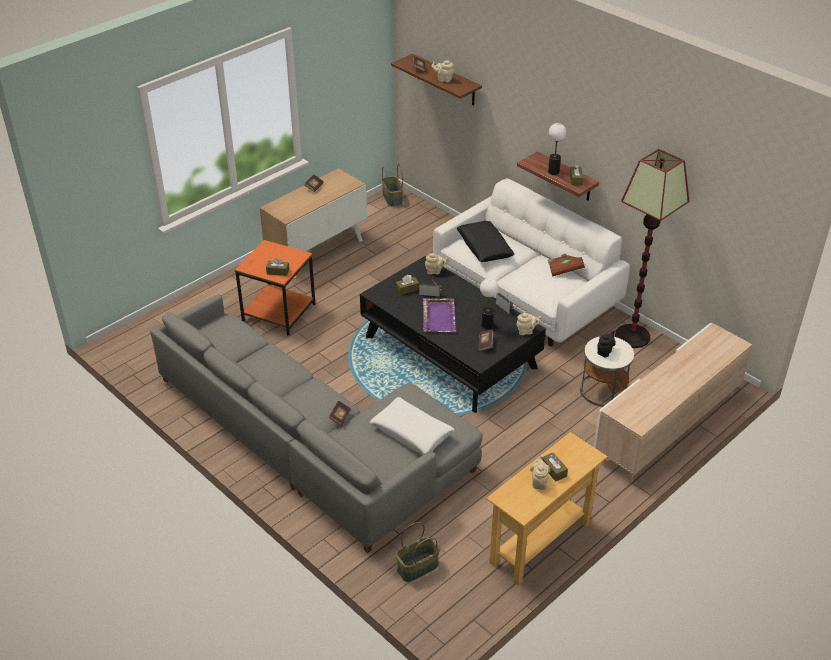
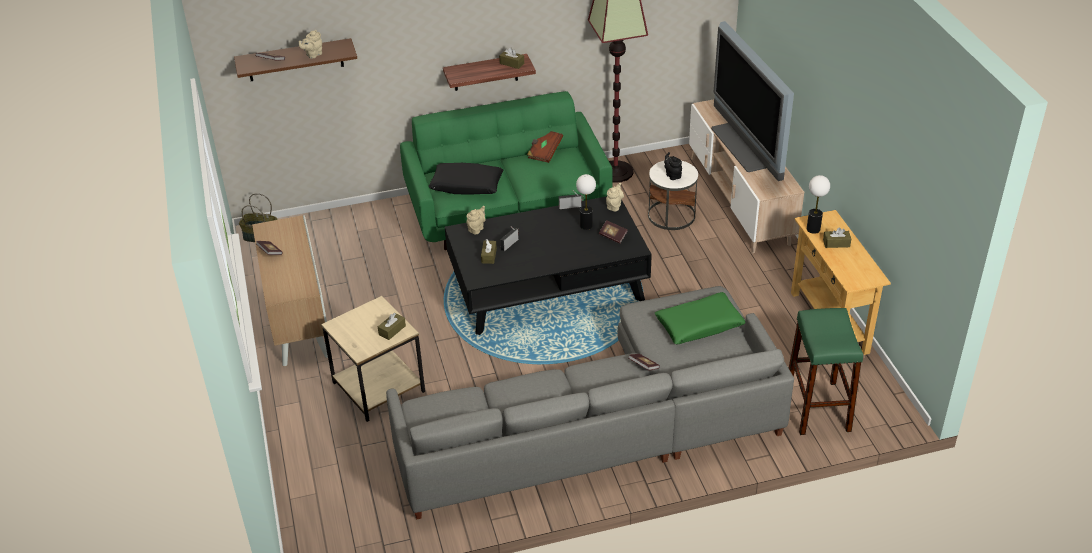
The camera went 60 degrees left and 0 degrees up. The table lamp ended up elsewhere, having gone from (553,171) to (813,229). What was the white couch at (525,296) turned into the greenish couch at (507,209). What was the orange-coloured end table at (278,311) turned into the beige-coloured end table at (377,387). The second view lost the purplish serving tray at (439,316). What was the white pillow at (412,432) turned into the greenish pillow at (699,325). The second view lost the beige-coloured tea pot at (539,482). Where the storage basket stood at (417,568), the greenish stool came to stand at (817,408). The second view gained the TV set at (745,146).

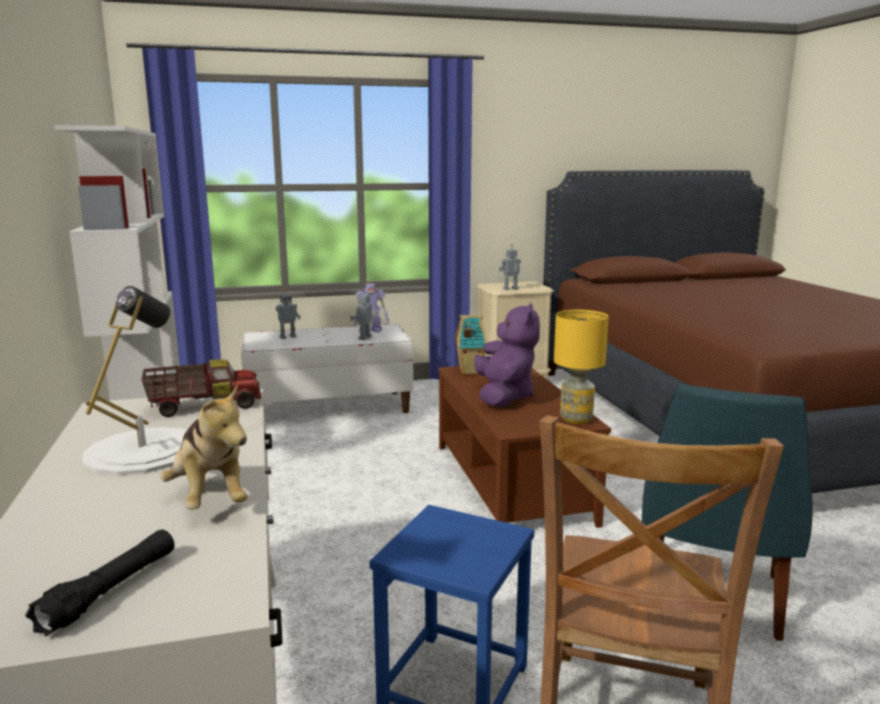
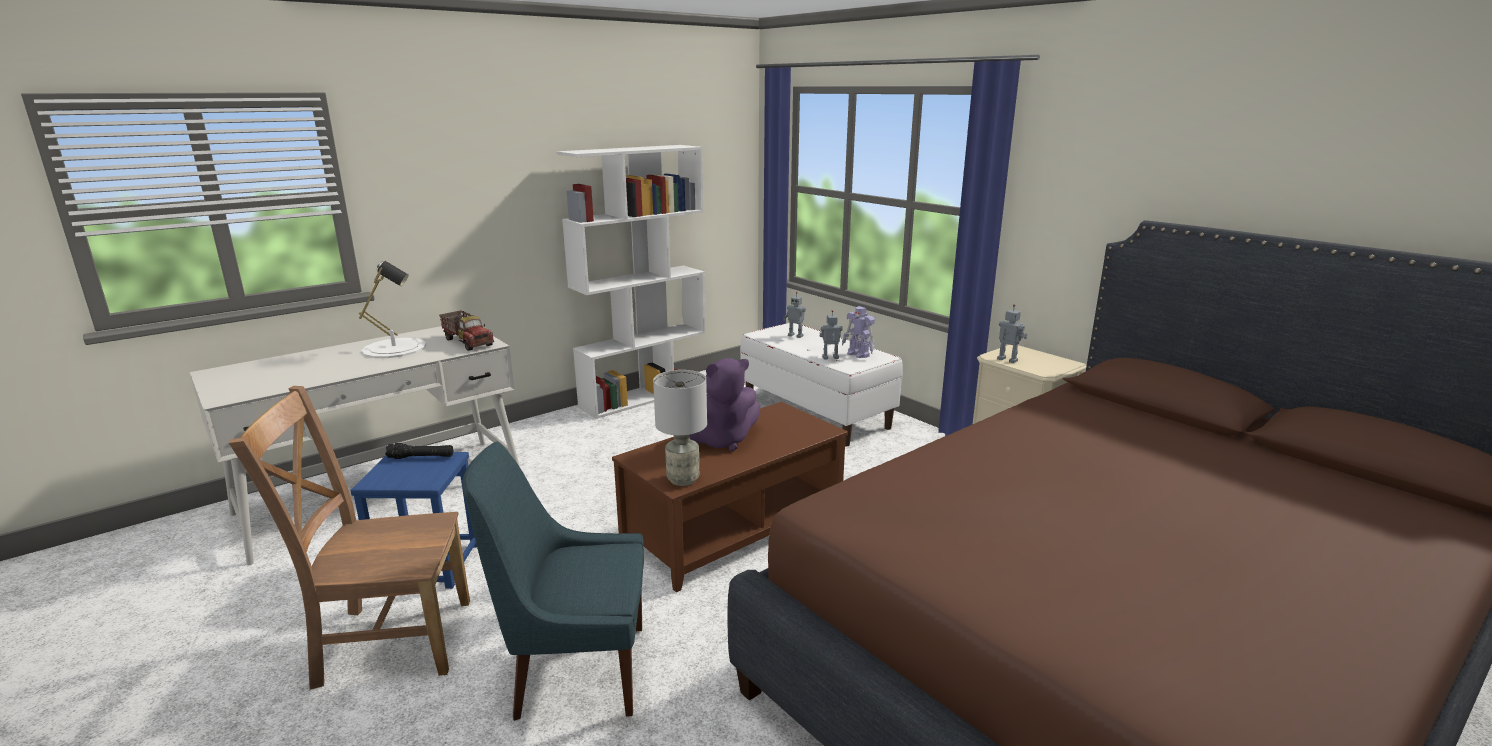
The camera went 65 degrees right and 5 degrees up. What was the yellow table lamp at (576,419) turned into the gray table lamp at (683,479). The second view lost the model house at (469,371). The second view lost the plush toy at (209,498). The black torch ended up elsewhere, having gone from (110,591) to (421,457).

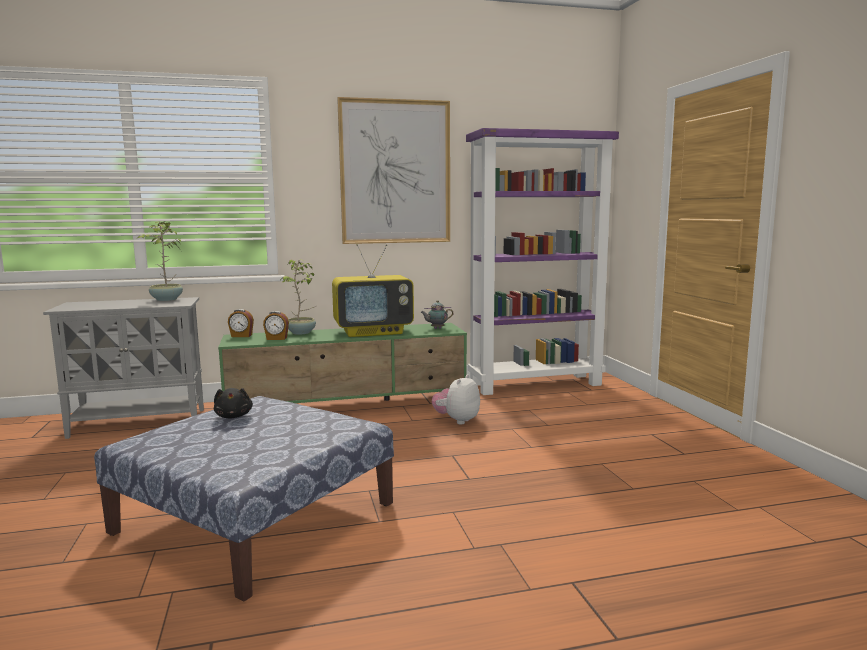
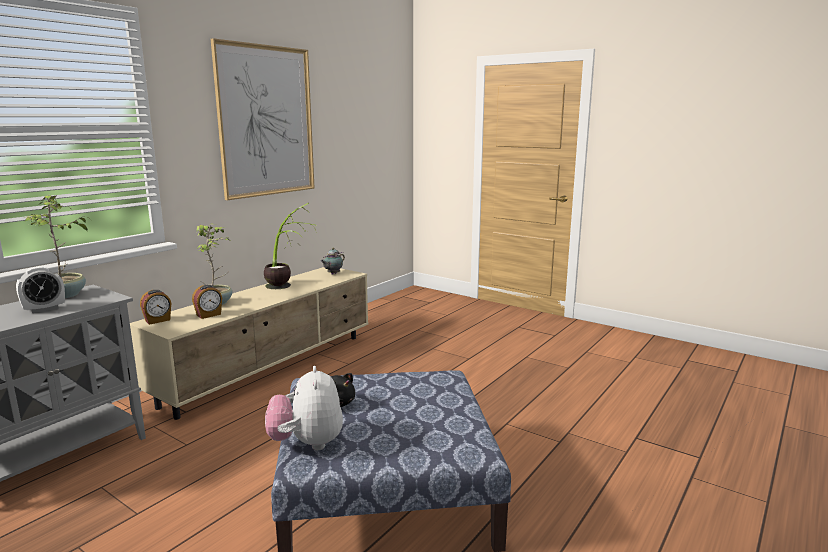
The camera went 40 degrees left and 5 degrees up. The second view lost the purplish bookcase at (536,384). Where the TV set stood at (373,332), the potted plant came to stand at (288,288). What was the greenish tv unit at (349,407) turned into the beige-coloured tv unit at (271,368). The plush toy ended up elsewhere, having gone from (457,420) to (307,443). The second view gained the bedside clock at (44,309).

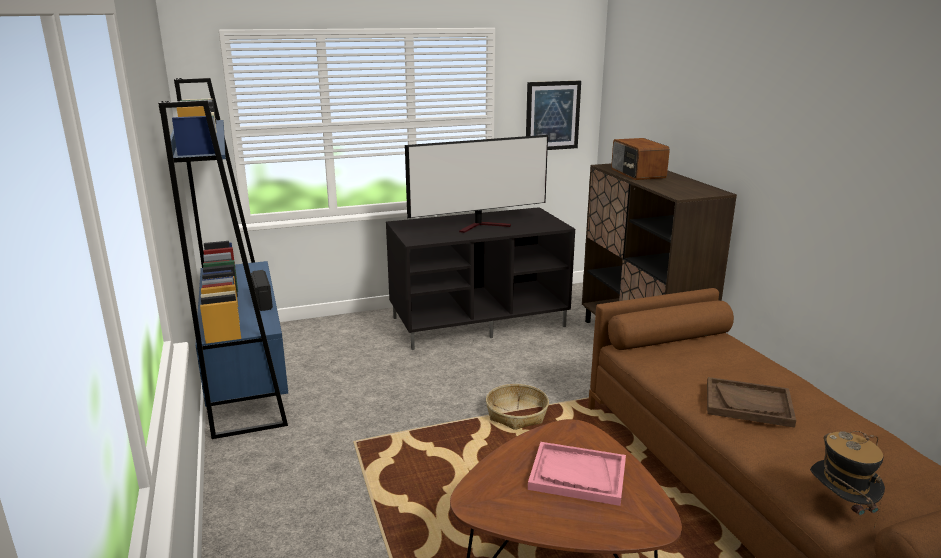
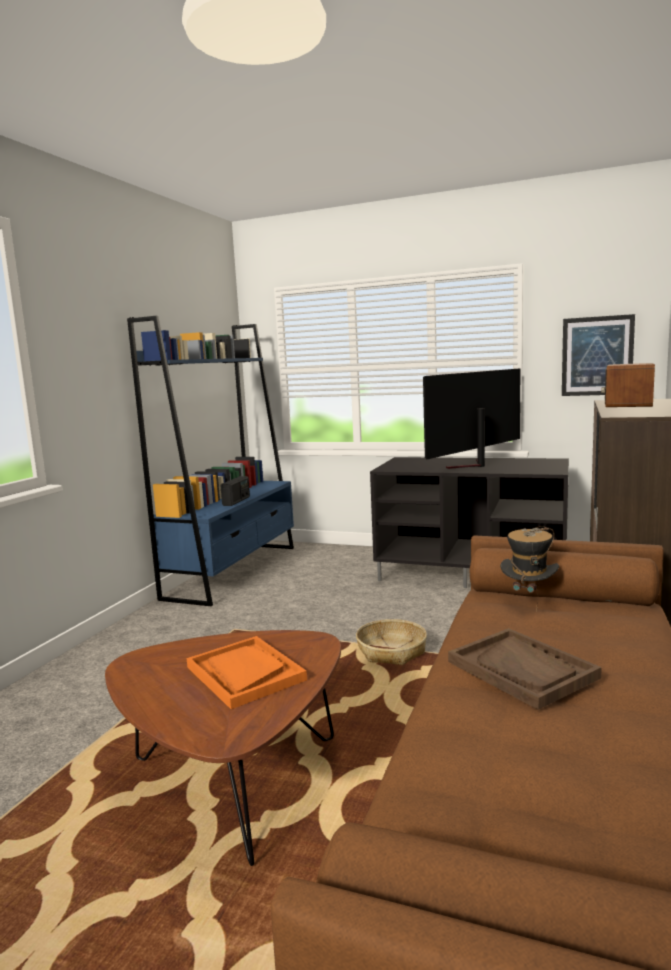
The camera went 40 degrees right and 10 degrees down. The TV set at (483,226) ended up facing another way, 120 degrees clockwise from before. The hat ended up elsewhere, having gone from (839,509) to (529,599). What was the pink serving tray at (577,475) turned into the orange-coloured serving tray at (245,673).

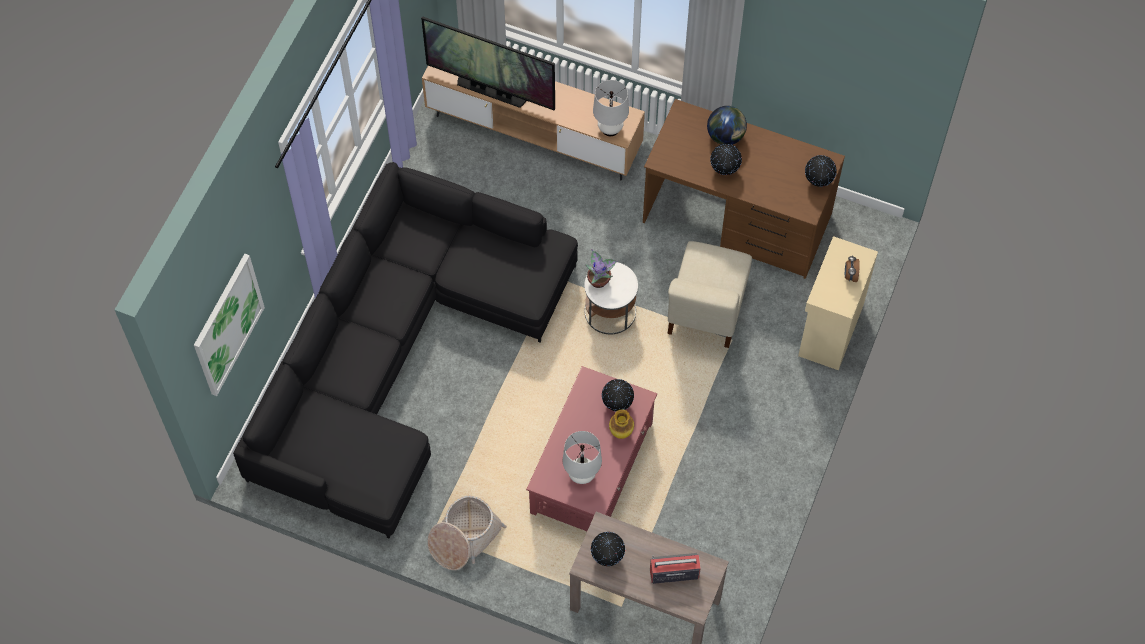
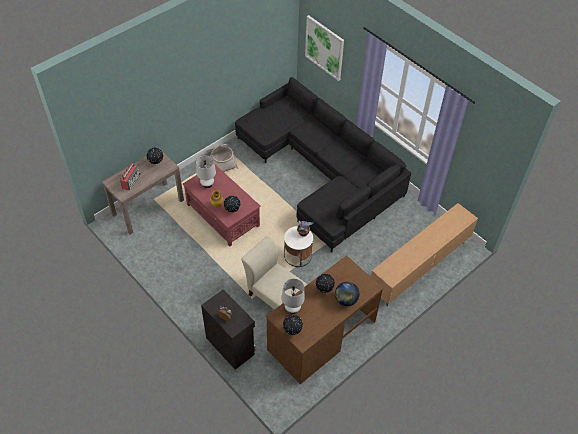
The camera went 115 degrees right and 10 degrees down. The second view lost the TV set at (491,90). The white table lamp ended up elsewhere, having gone from (610,128) to (292,308). What was the beige-coloured storage cabinet at (829,330) turned into the black storage cabinet at (230,345).

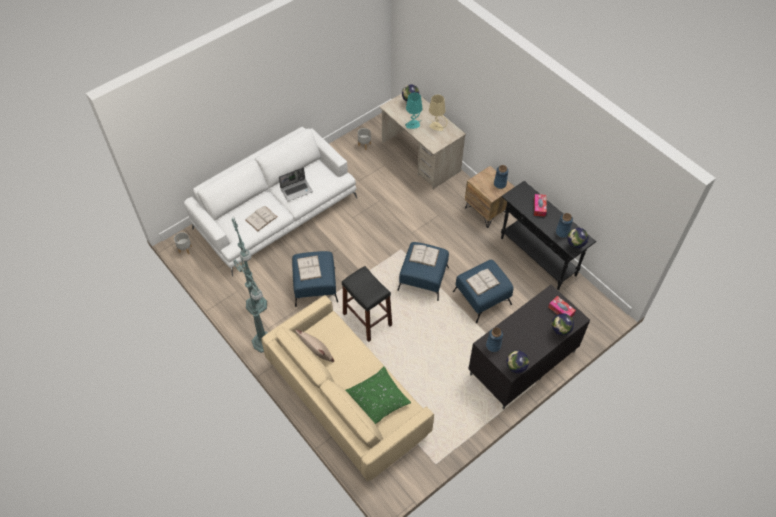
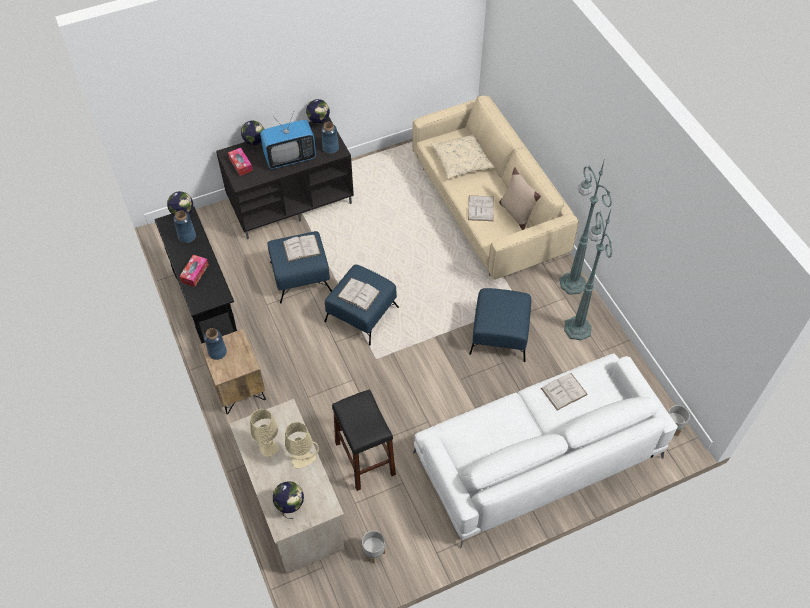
The camera went 165 degrees left and 0 degrees up. What was the turquoise table lamp at (413,125) turned into the beige-coloured table lamp at (303,459). The second view lost the laptop at (296,190). The white book ended up elsewhere, having gone from (309,268) to (480,208). The black stool ended up elsewhere, having gone from (367,319) to (365,458). What was the greenish pillow at (378,399) turned into the beige-coloured pillow at (461,161). The second view gained the TV set at (290,157).

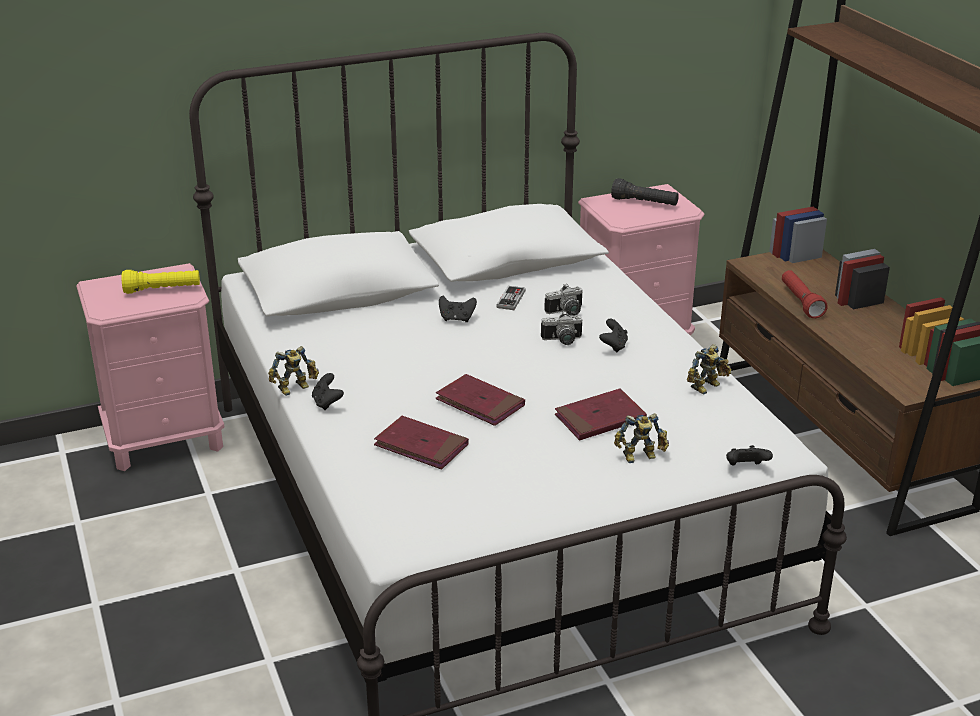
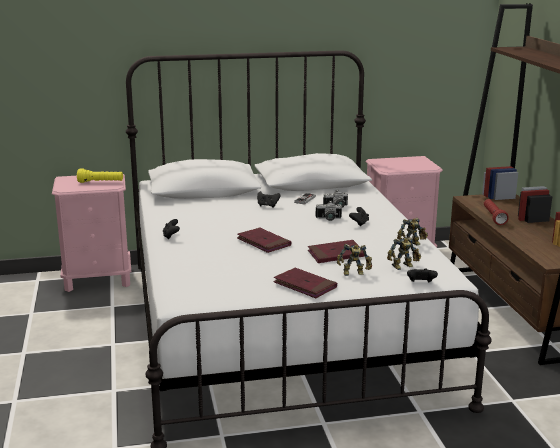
The camera went 10 degrees right and 10 degrees down. The second view lost the black torch at (644,203). The toy robot ended up elsewhere, having gone from (295,388) to (403,267). The red-coloured book ended up elsewhere, having gone from (421,446) to (305,285).

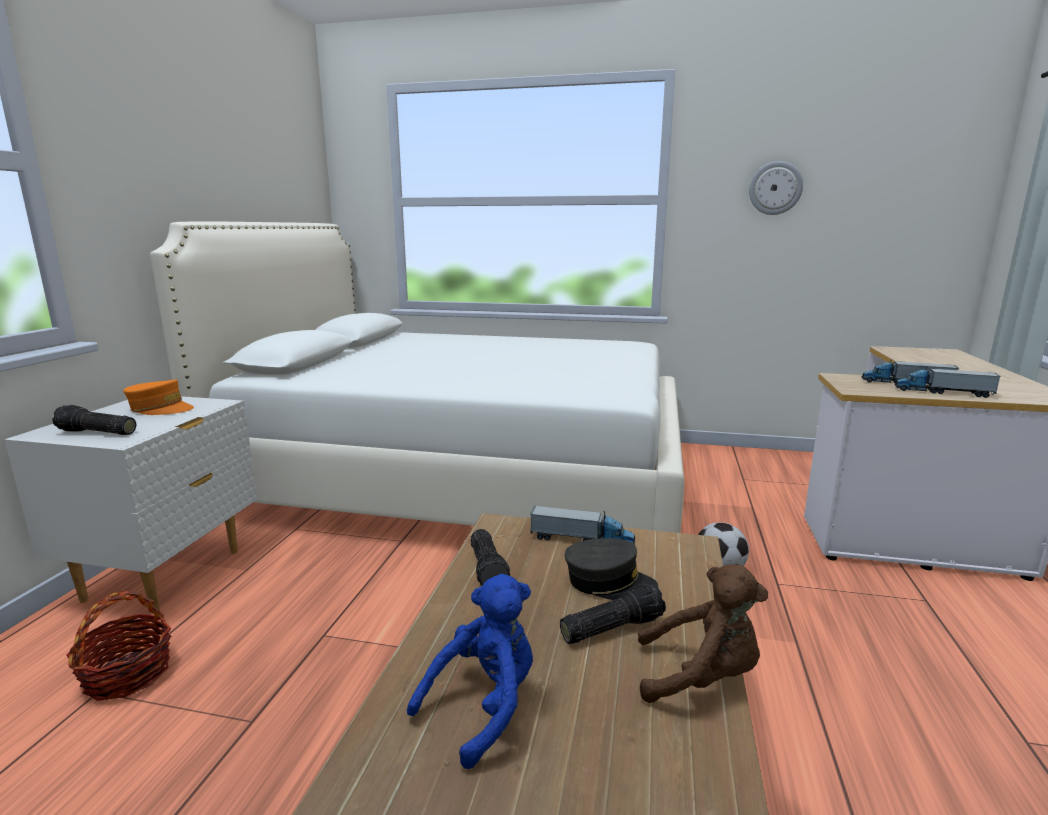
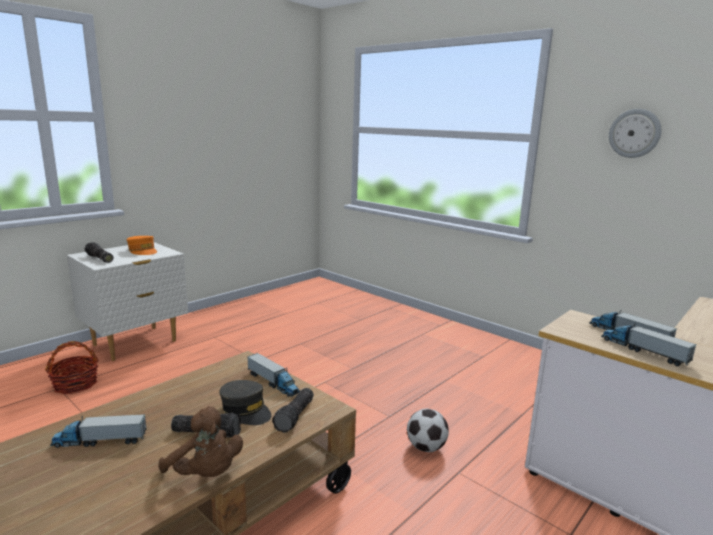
The camera went 30 degrees right and 0 degrees up. The second view lost the white bed at (467,477). The torch ended up elsewhere, having gone from (489,569) to (296,416). Where the blue plush toy stood at (484,705), the toy truck came to stand at (100,441).

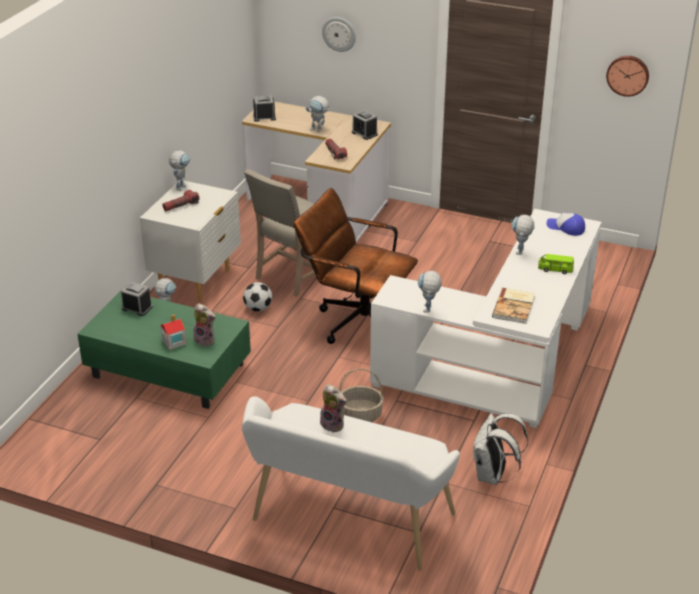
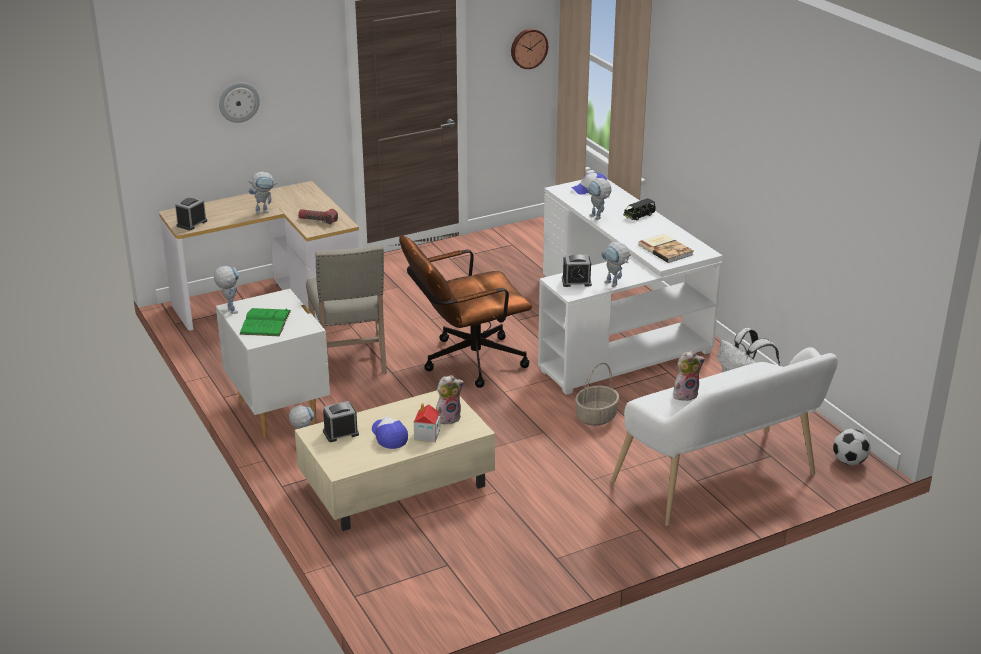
The camera went 50 degrees left and 5 degrees down. The bedside clock ended up elsewhere, having gone from (364,133) to (576,281). Where the torch stood at (181,206), the greenish book came to stand at (265,322). What was the greenish toy car at (555,269) turned into the black toy car at (639,216). The football ended up elsewhere, having gone from (258,308) to (849,461). What was the greenish lounge table at (167,370) turned into the beige-coloured lounge table at (395,484). The second view gained the baseball cap at (389,436).

